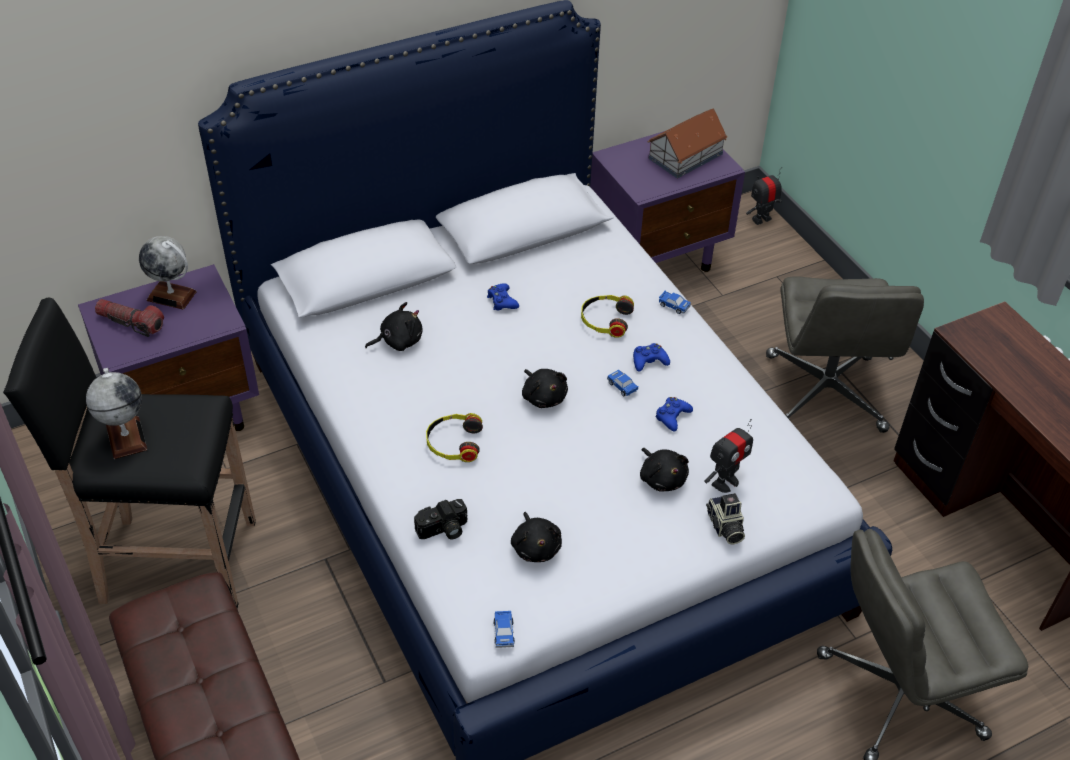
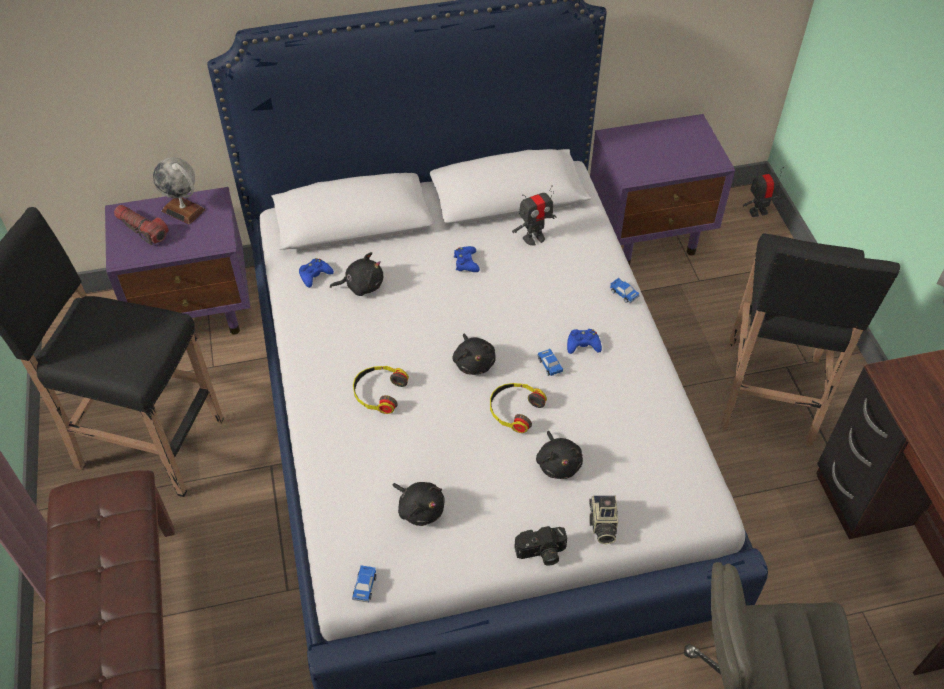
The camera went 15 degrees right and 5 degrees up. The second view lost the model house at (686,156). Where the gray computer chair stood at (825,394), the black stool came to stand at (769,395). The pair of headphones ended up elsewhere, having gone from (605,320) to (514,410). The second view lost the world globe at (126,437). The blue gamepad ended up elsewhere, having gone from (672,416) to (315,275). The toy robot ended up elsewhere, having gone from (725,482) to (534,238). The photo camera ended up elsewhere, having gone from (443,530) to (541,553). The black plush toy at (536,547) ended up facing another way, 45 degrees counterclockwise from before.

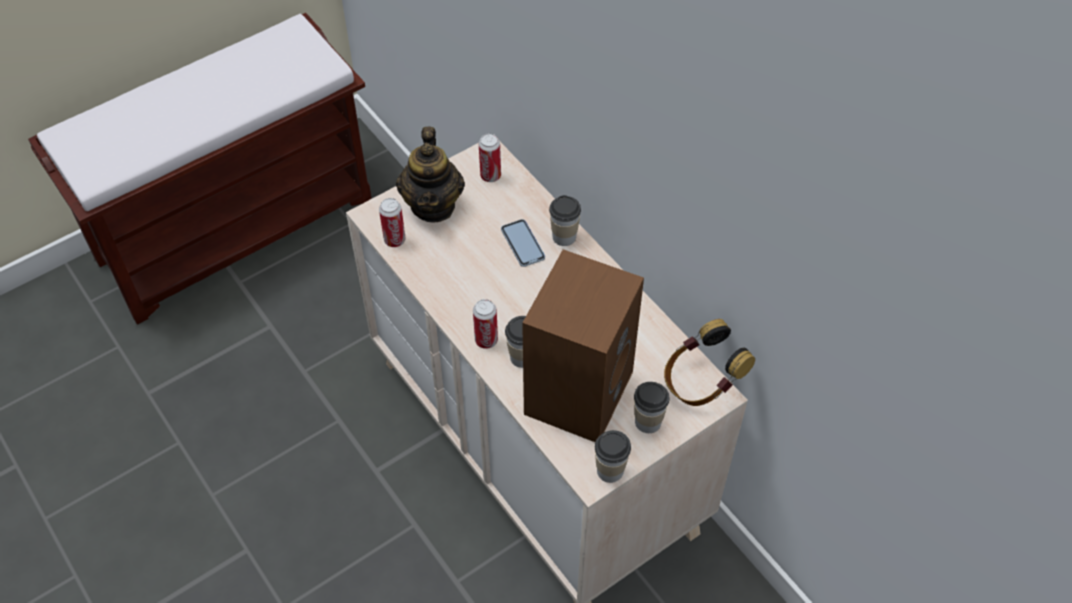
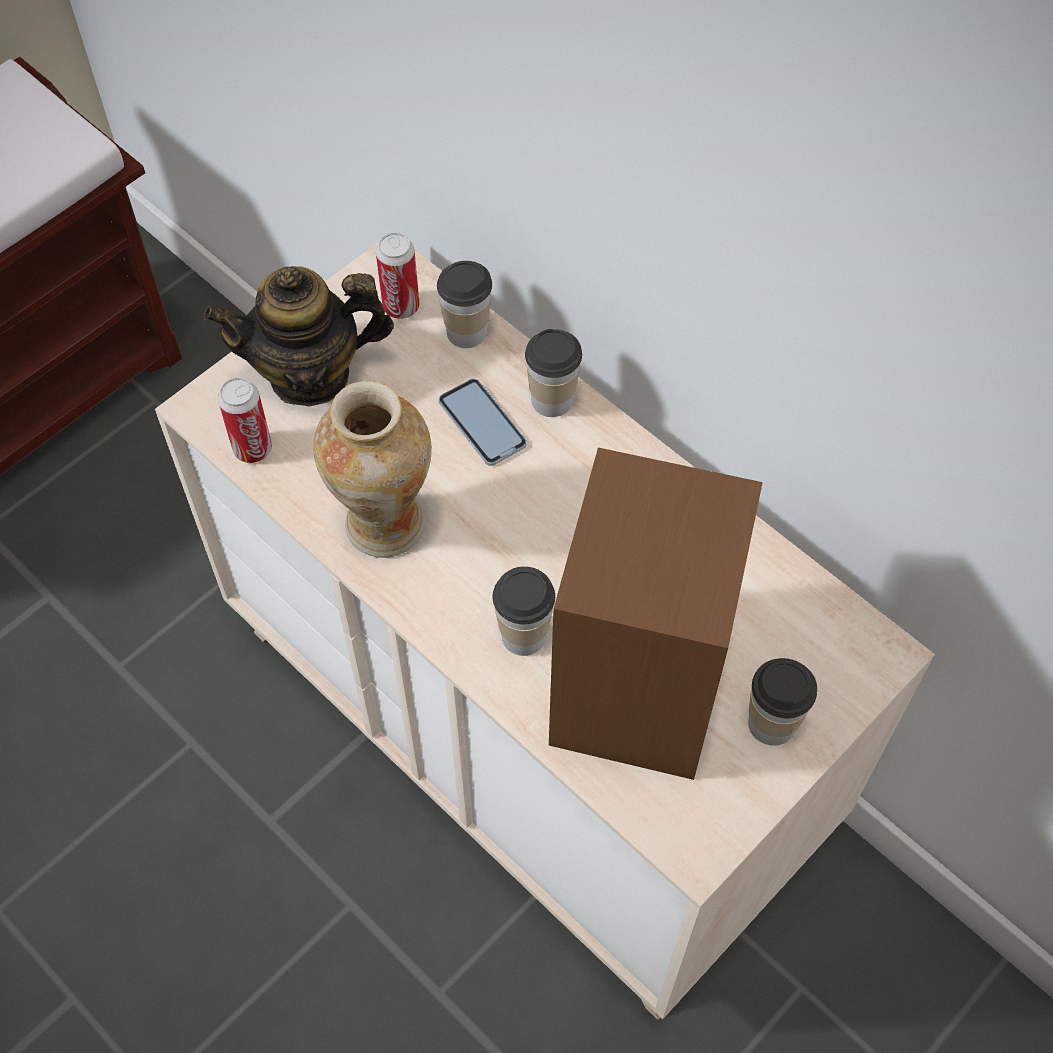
The camera went 10 degrees left and 5 degrees up. The tea pot at (433,205) ended up facing another way, 90 degrees clockwise from before. The second view lost the metal can at (486,340). The second view lost the pair of headphones at (701,382). The drinking cup ended up elsewhere, having gone from (610,470) to (467,332). The second view gained the decorative vase at (384,526).

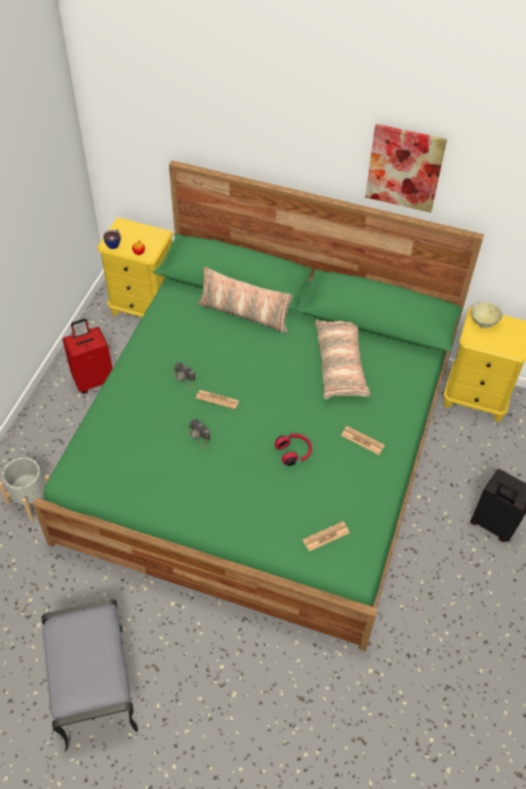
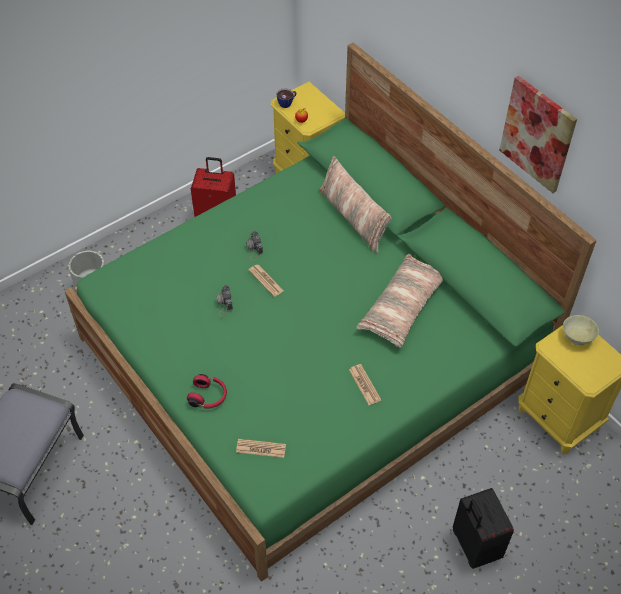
The camera went 35 degrees right and 0 degrees up. The red-coloured pair of headphones ended up elsewhere, having gone from (294,452) to (208,397).

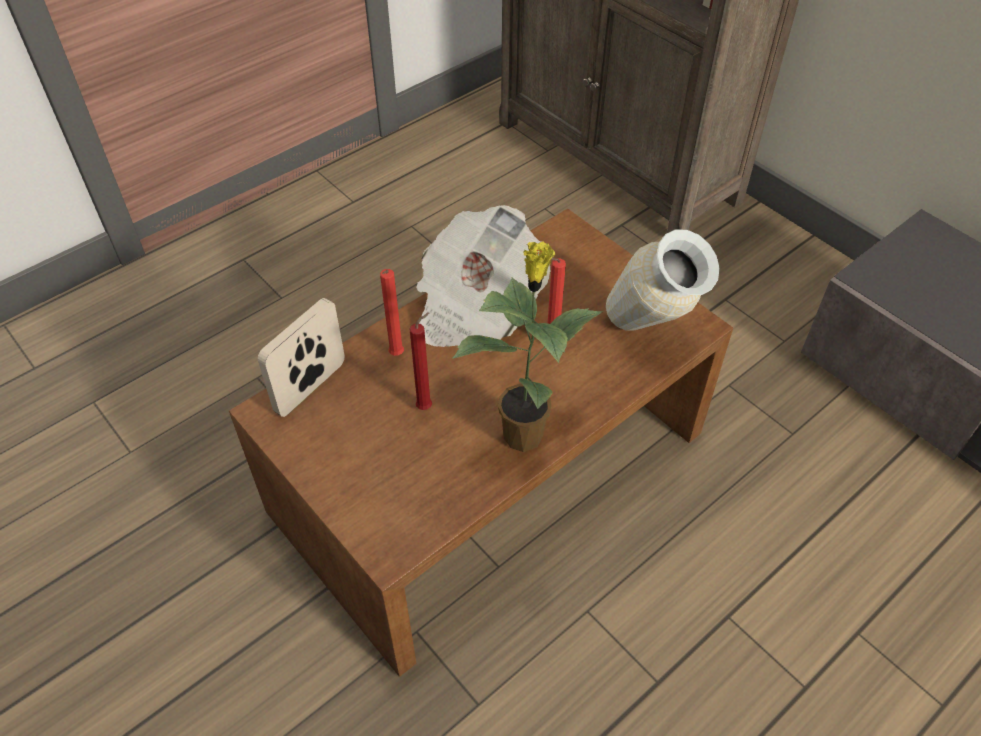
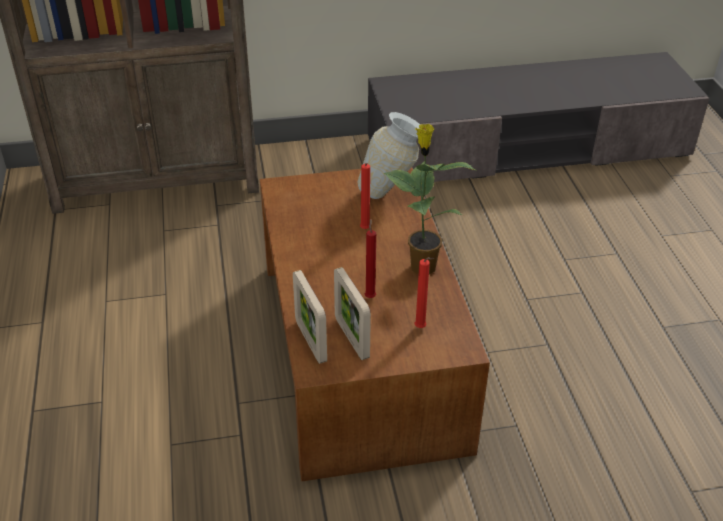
The camera went 60 degrees left and 10 degrees down. The second view lost the newspaper at (476,307). The red-coloured wax light ended up elsewhere, having gone from (396,356) to (421,328). The second view gained the picture frame at (351,338).

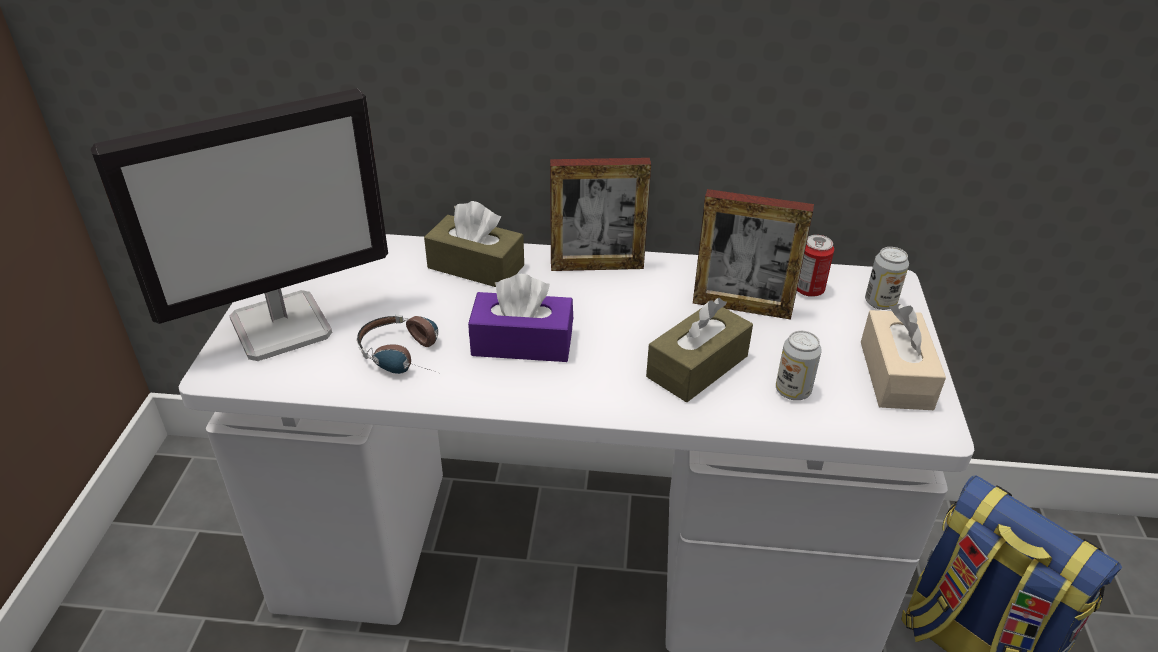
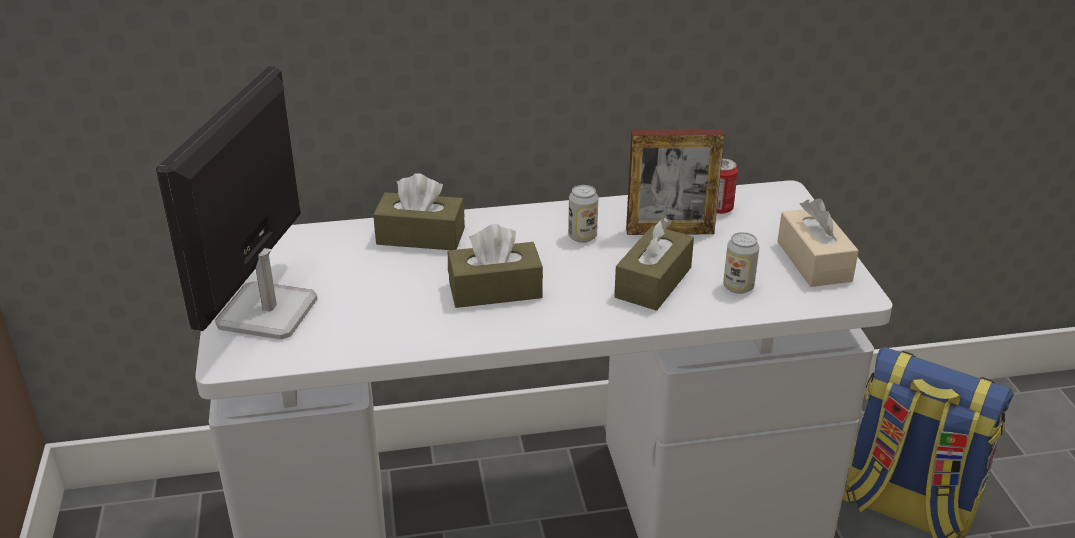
The camera went 15 degrees left and 5 degrees down. The computer display at (283,326) ended up facing another way, 150 degrees clockwise from before. The second view lost the picture frame at (597,266). The metal can ended up elsewhere, having gone from (880,302) to (582,237). What was the purplish tissue holder at (522,343) turned into the brown-coloured tissue holder at (495,290). The second view lost the pair of headphones at (409,355).

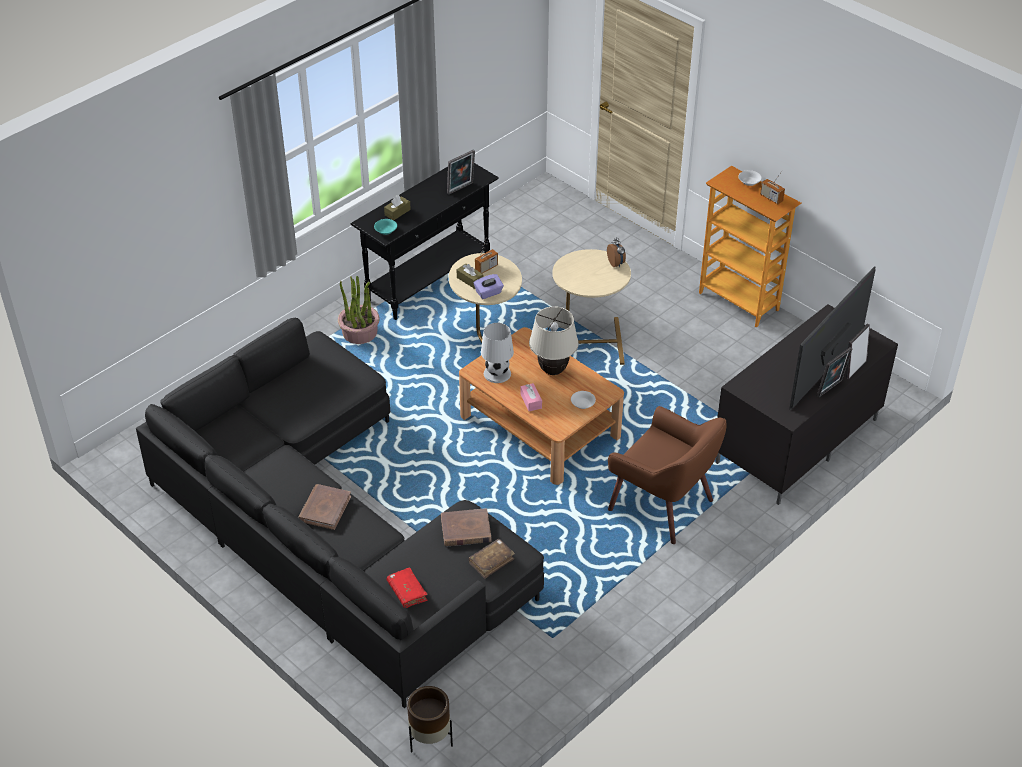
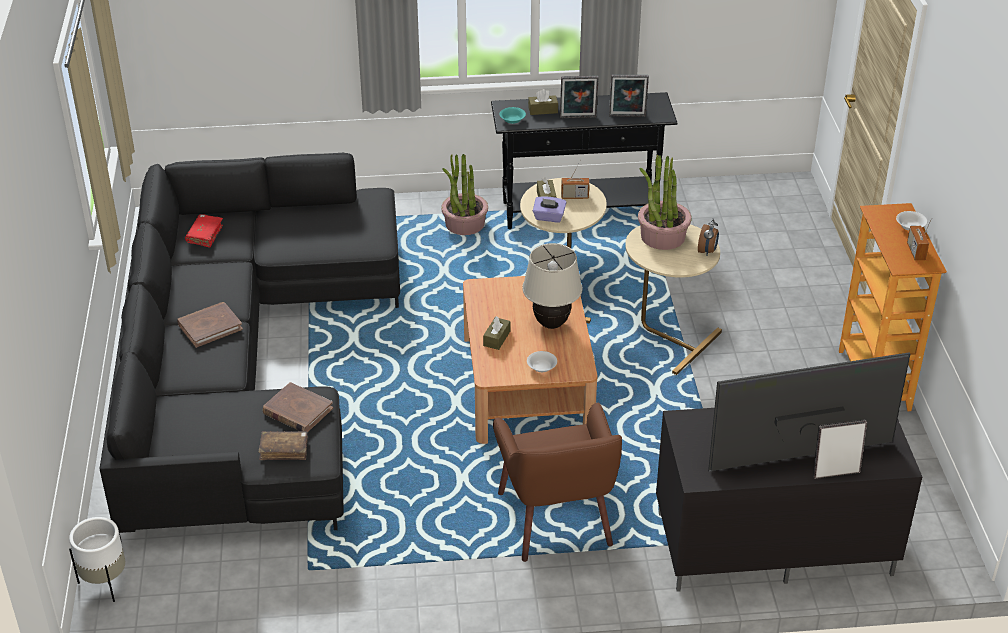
The camera went 40 degrees right and 5 degrees down. The second view lost the white table lamp at (497,373). The picture frame ended up elsewhere, having gone from (831,389) to (578,118). What was the pink tissue holder at (531,401) turned into the brown-coloured tissue holder at (496,338). The red-coloured book ended up elsewhere, having gone from (407,591) to (205,235). What was the brown-coloured plant pot at (429,739) turned into the white plant pot at (105,583). The second view gained the potted plant at (662,236).

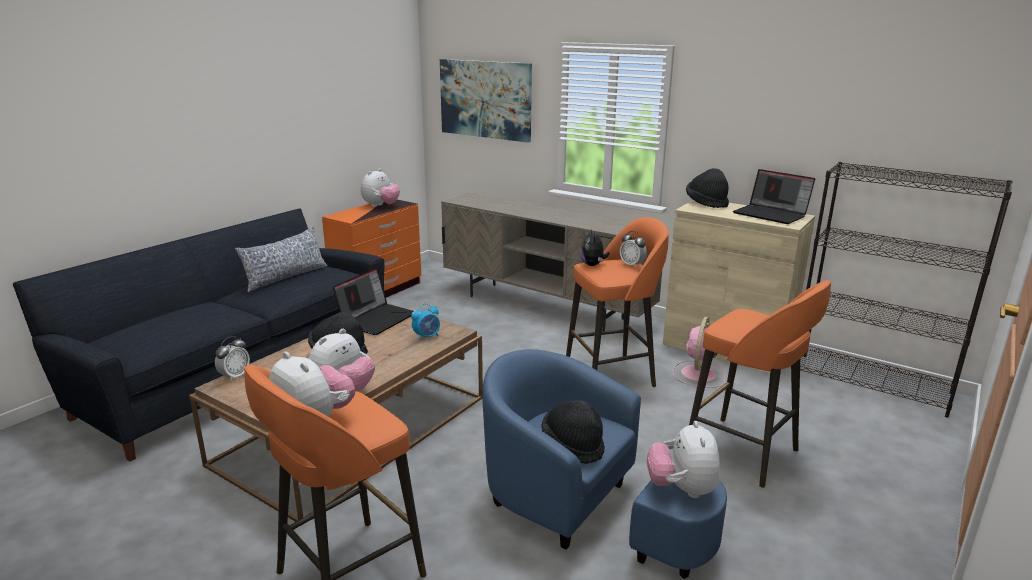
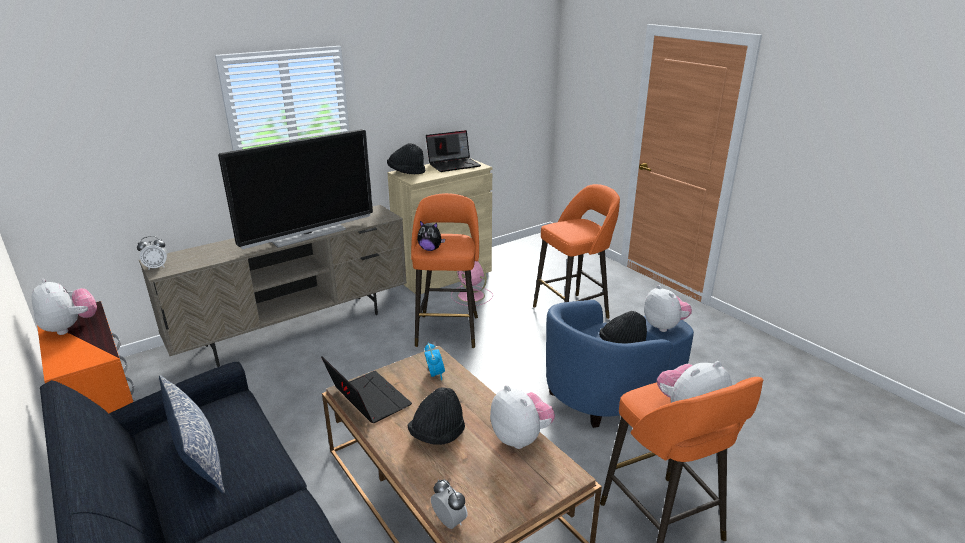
The camera went 70 degrees left and 5 degrees up. The second view lost the picture at (485,99). The second view lost the black bookcase at (871,384). The bedside clock ended up elsewhere, having gone from (632,265) to (156,267). The plush toy at (681,489) ended up facing another way, 135 degrees counterclockwise from before. The second view gained the TV set at (308,234).

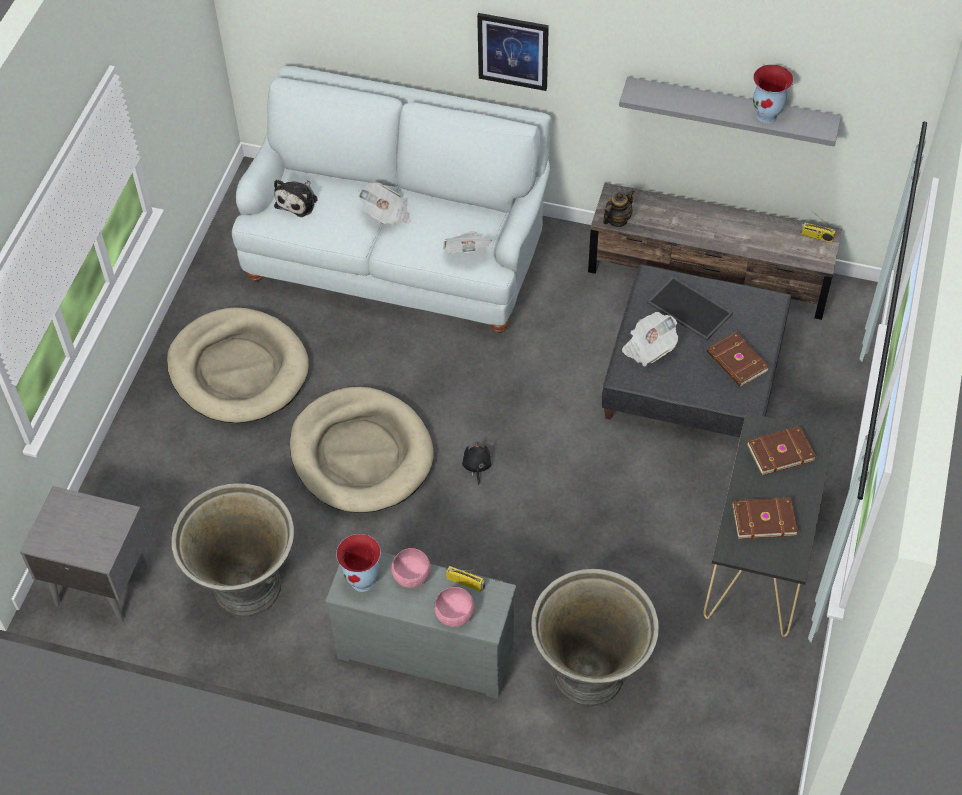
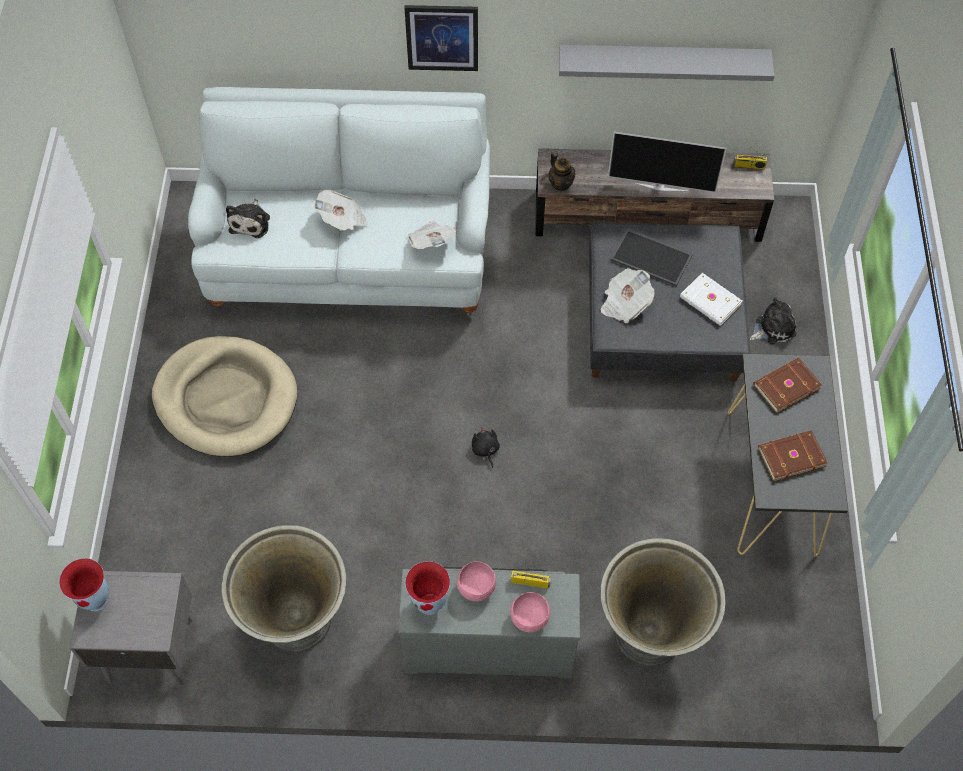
The camera went 15 degrees left and 5 degrees up. The decorative vase ended up elsewhere, having gone from (767,116) to (97,600). The tea pot at (617,220) ended up facing another way, 120 degrees clockwise from before. What was the brown-coloured book at (736,362) turned into the white book at (710,302). The second view lost the beige-coloured pet bed at (361,454). The second view gained the TV set at (661,186). The second view gained the plush toy at (773,328).

